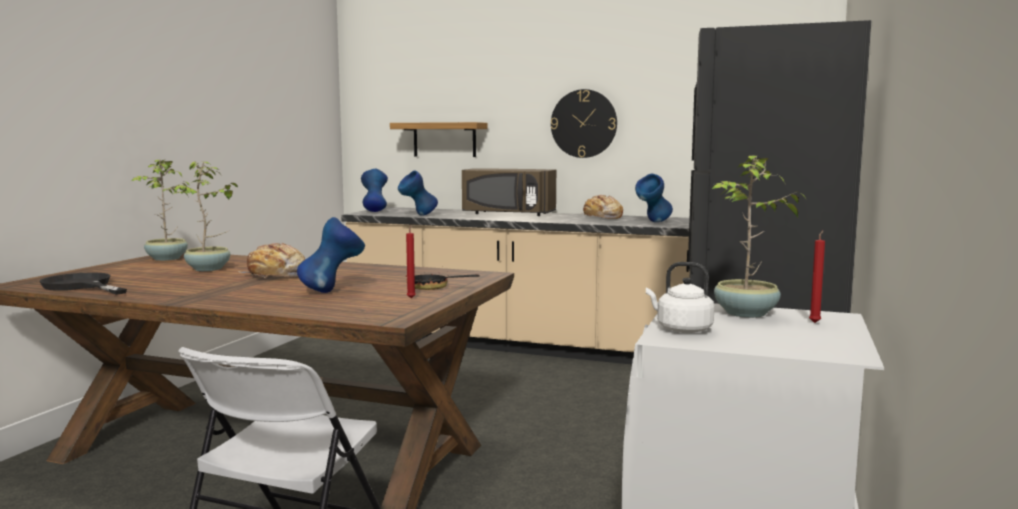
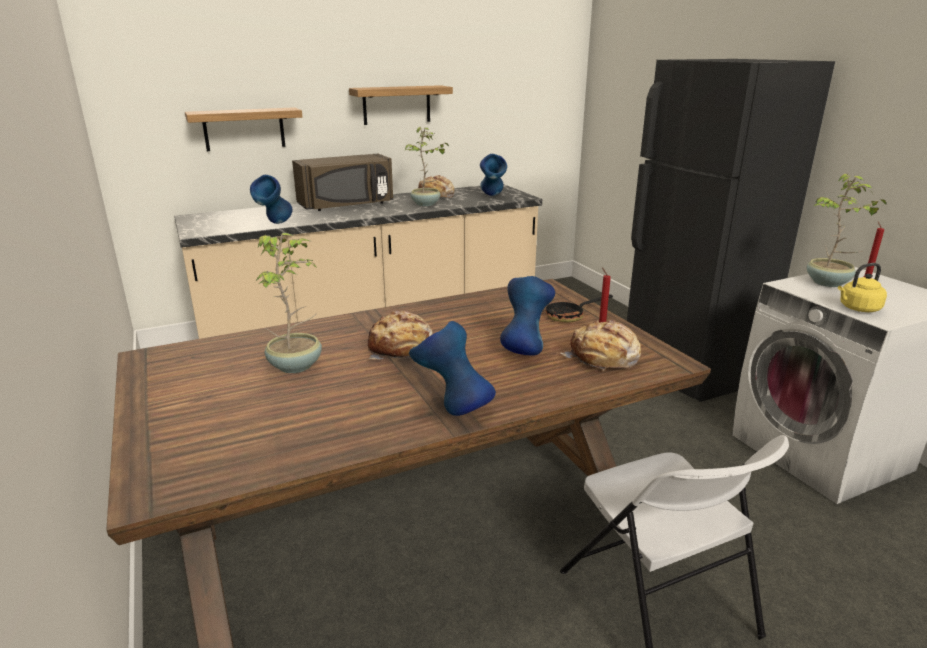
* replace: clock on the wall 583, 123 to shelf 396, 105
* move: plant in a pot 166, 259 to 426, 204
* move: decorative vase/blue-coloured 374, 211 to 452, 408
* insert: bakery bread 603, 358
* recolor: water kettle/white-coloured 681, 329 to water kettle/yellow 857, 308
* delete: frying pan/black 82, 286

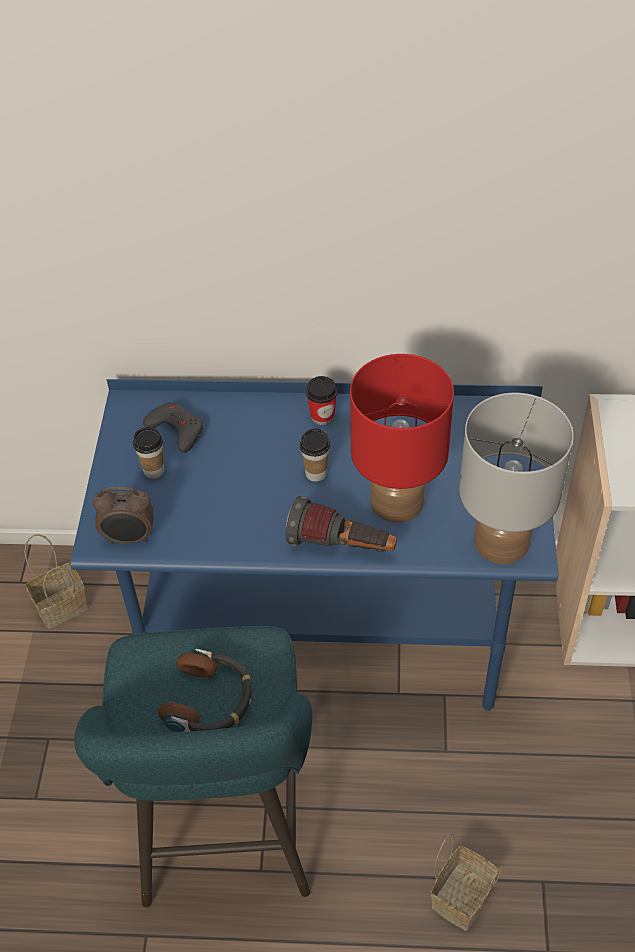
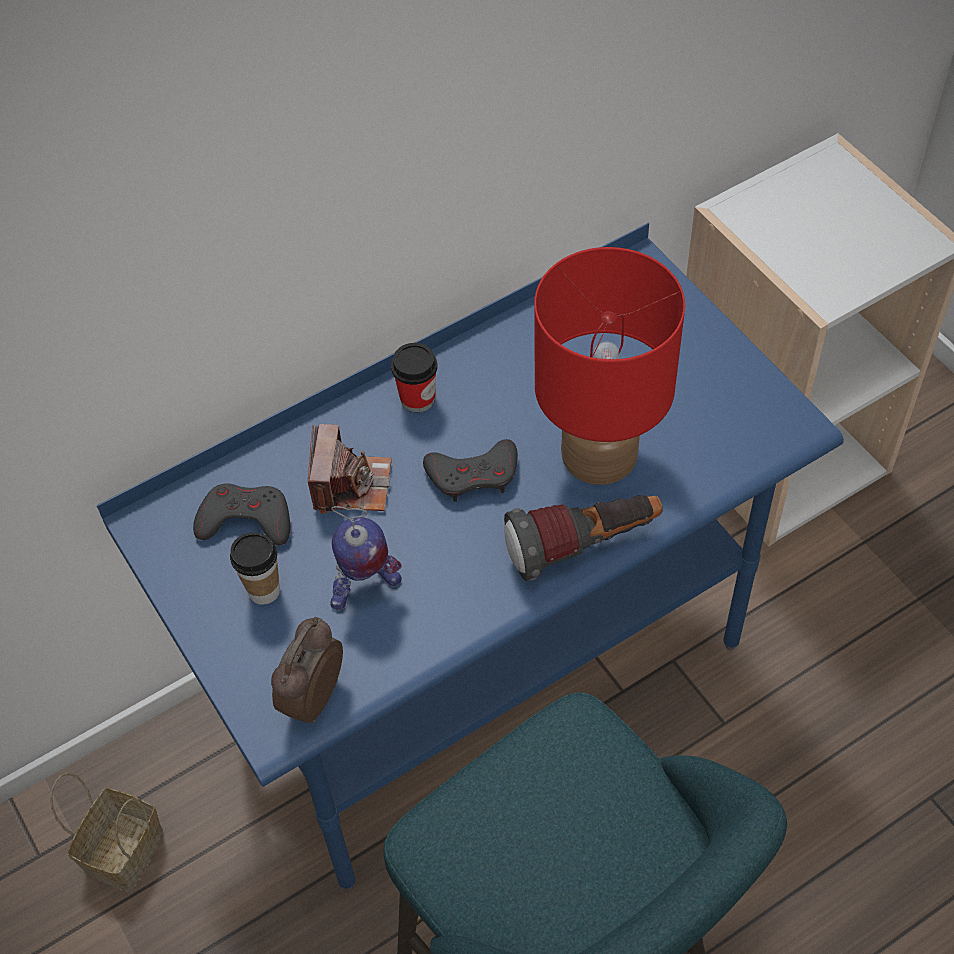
* rotate: alarm clock 129, 538 = 312, 697 150 degrees clockwise
* insert: still camera 351, 484
* insert: robot figure 364, 589
* replace: cup 316, 473 to gamepad/gray 473, 475
* delete: headset 210, 700
* delete: storage basket 462, 899
* delete: table lamp/gray 502, 542

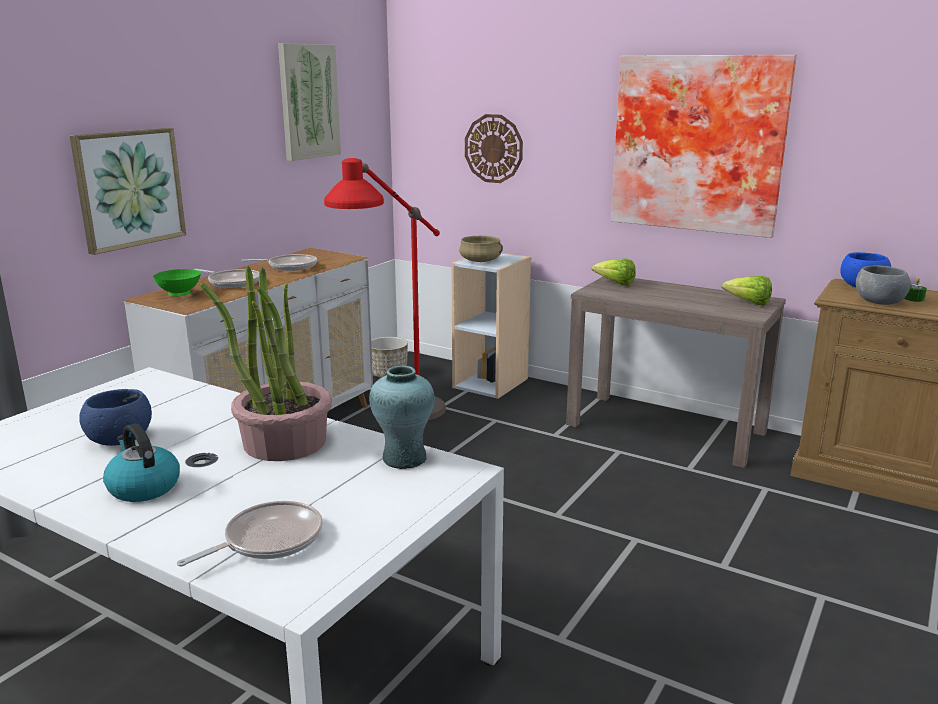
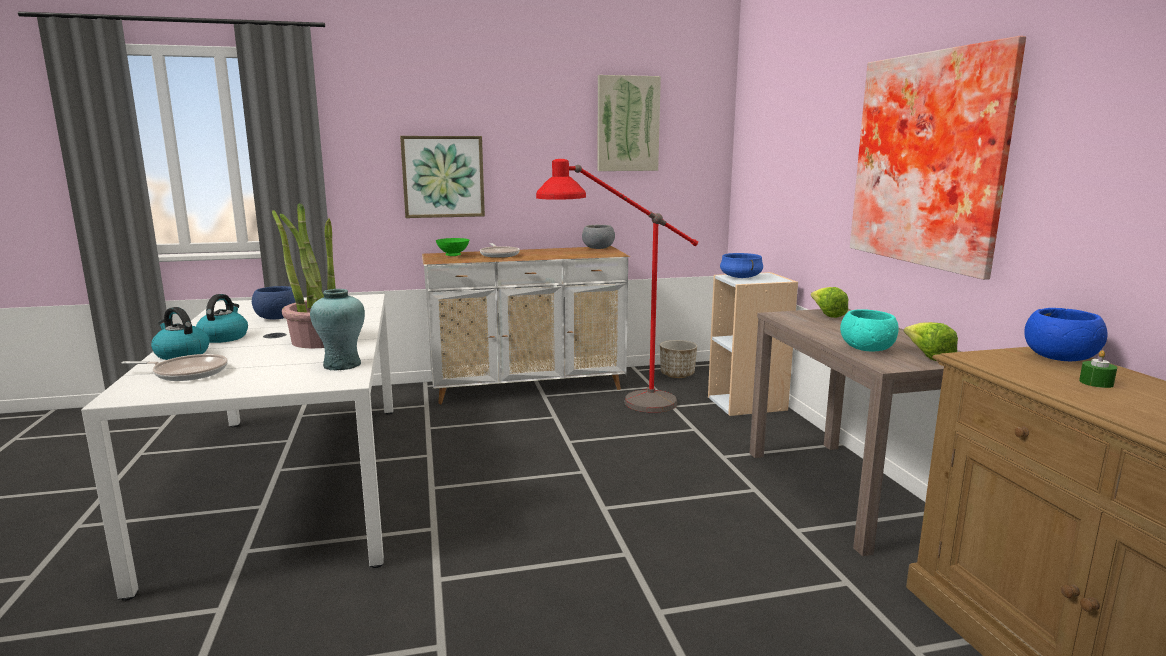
* insert: water kettle 181, 354
* move: deep dish/gray 879, 302 to 598, 248
* recolor: stockpot/beige-coloured 480, 261 to stockpot/blue-coloured 741, 277
* insert: deep dish/turquoise 866, 349
* delete: frying pan 289, 266
* delete: clock on the wall 493, 148

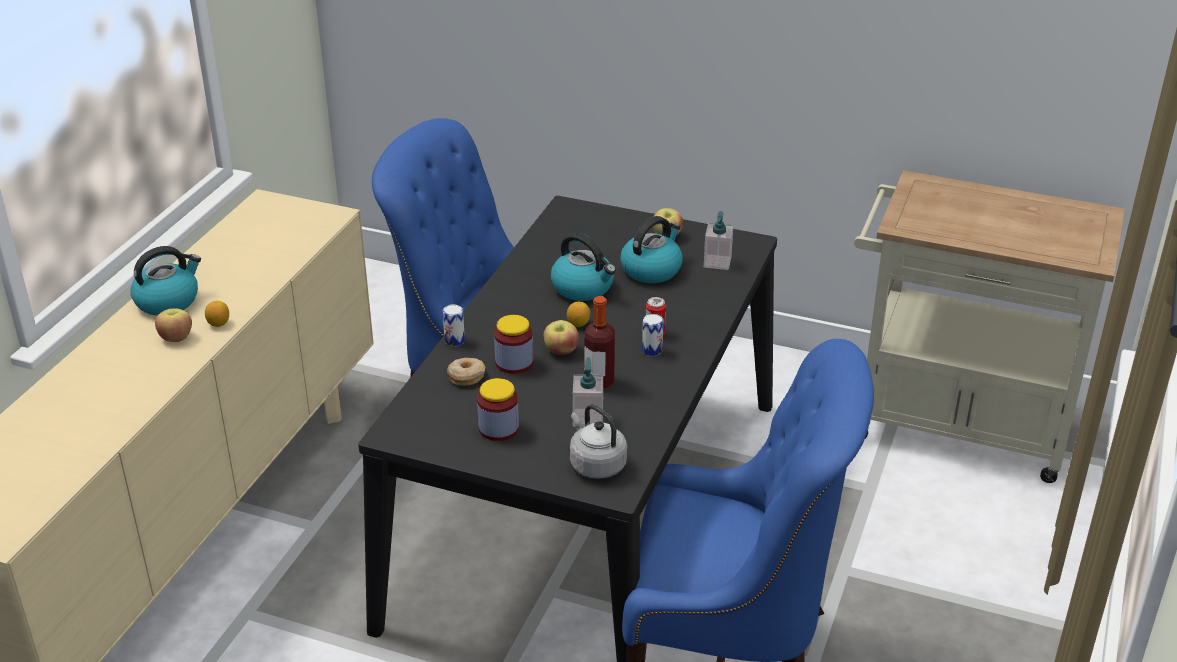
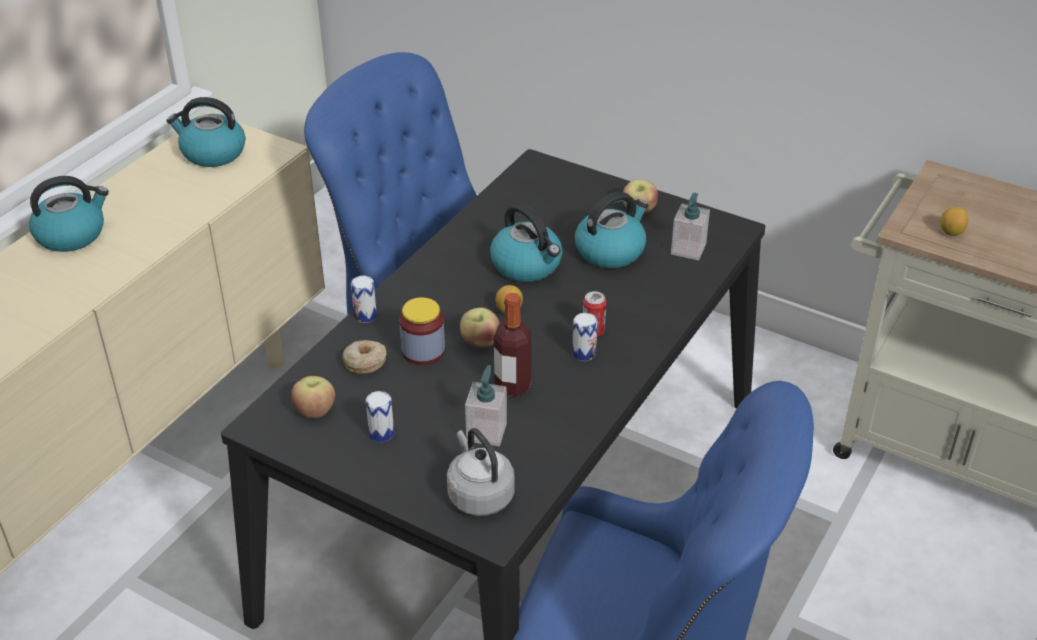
* insert: water kettle 212, 153
* move: whole apple 176, 337 to 315, 410
* replace: storage jar 498, 428 to can 381, 433
* move: whole lemon 218, 323 to 951, 232

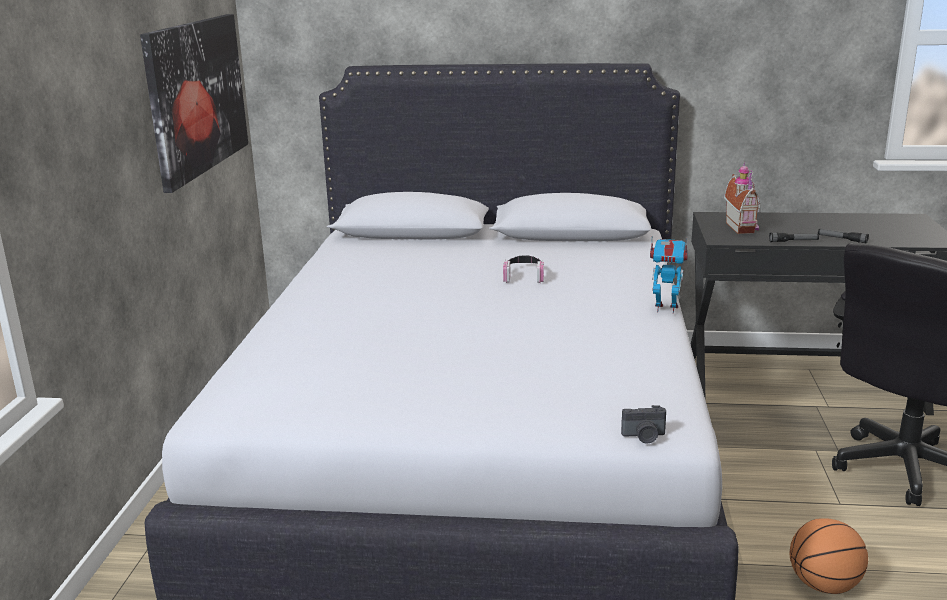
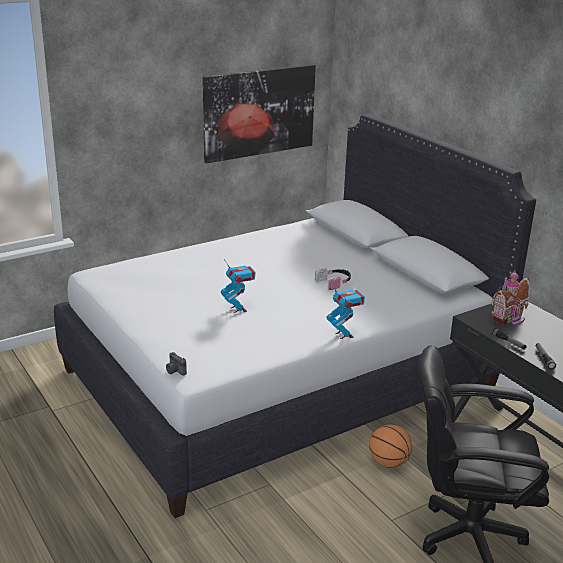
* insert: robot figure 238, 309
* move: basketball ball 824, 585 to 388, 463

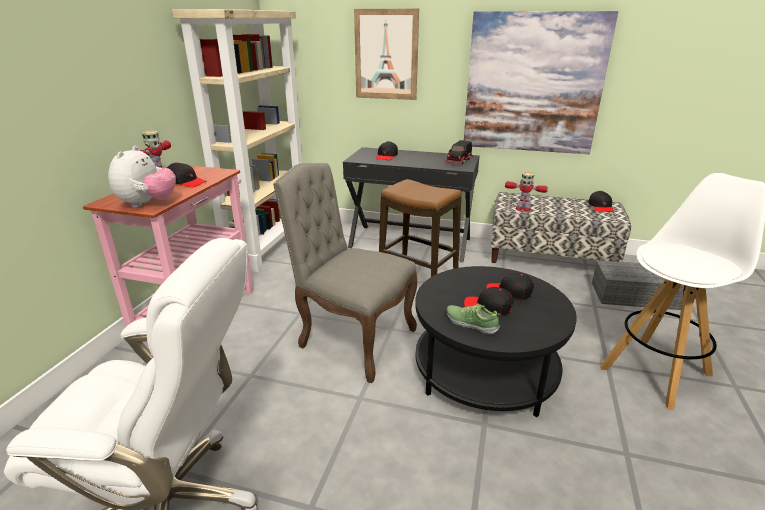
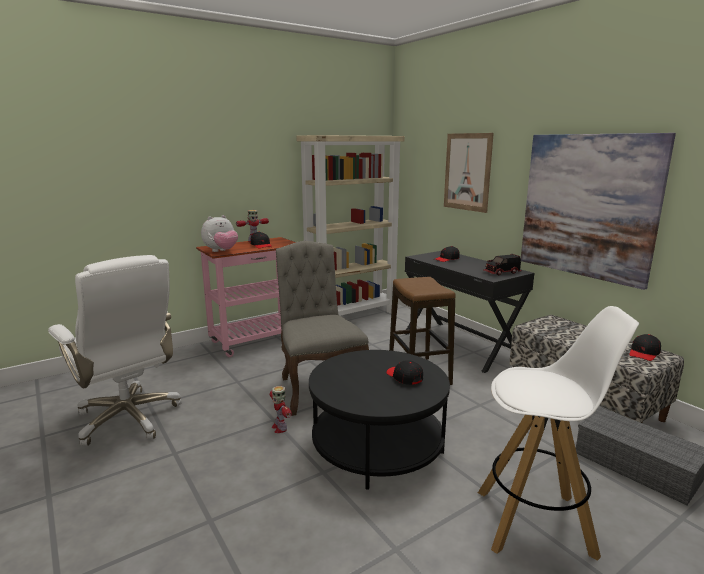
* move: robot figure 522, 209 to 279, 428
* delete: low shoe 471, 323
* delete: cap/black 488, 306

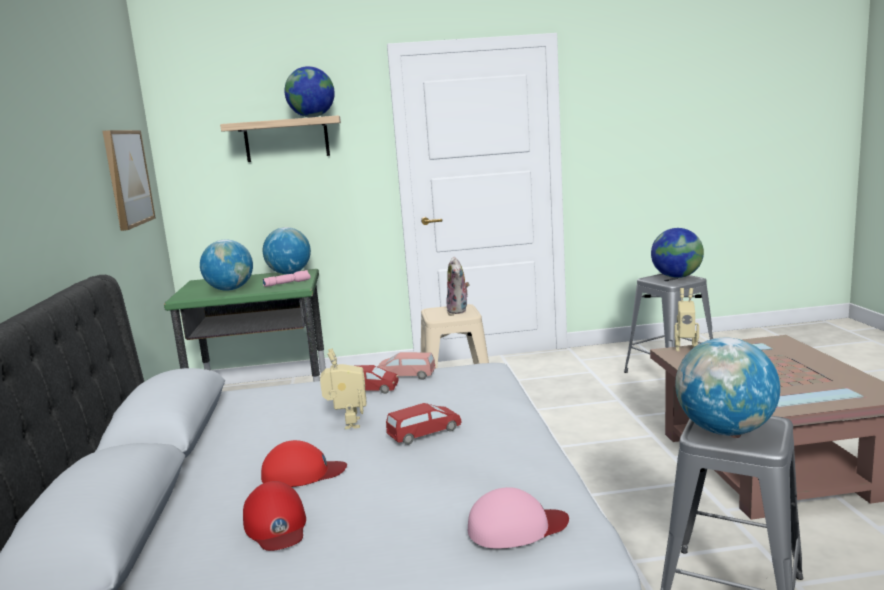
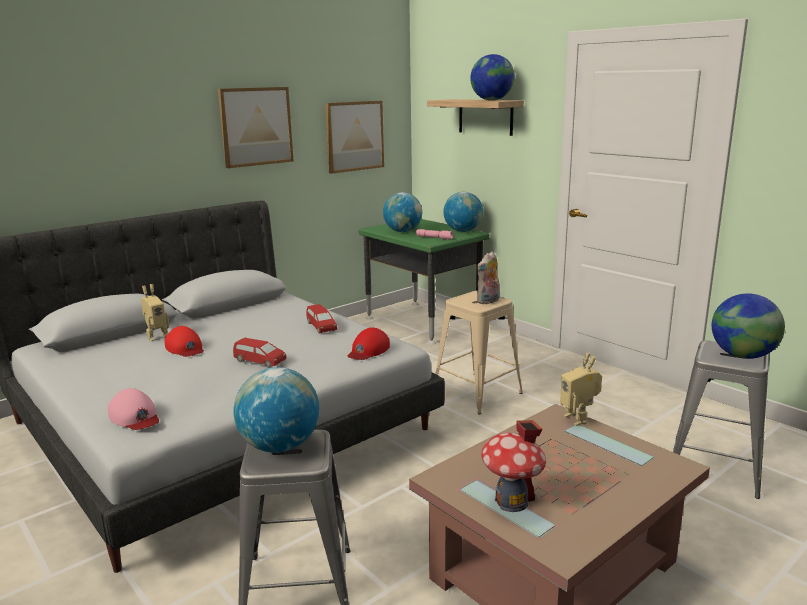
* move: robot figure 347, 424 to 156, 336
* insert: picture 256, 126
* move: cap/red-coloured 276, 525 to 368, 350
* insert: toy house 511, 501
* delete: miniature car/pinkish 406, 375

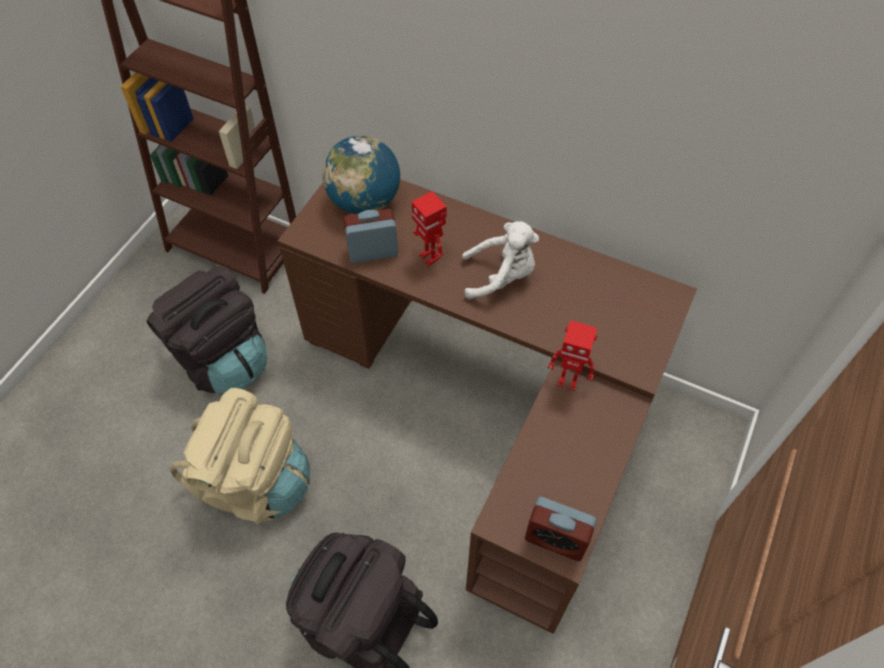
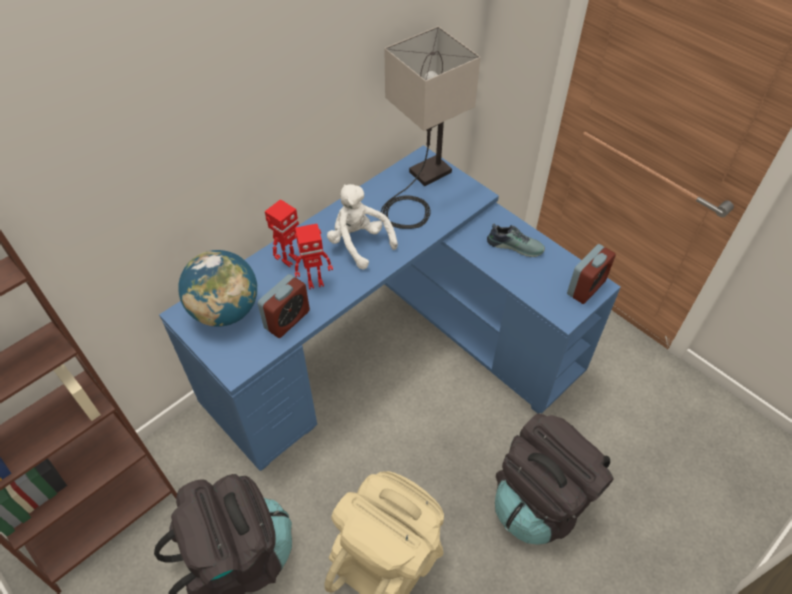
* recolor: desk unit/brownish 492, 407 to desk unit/blue-coloured 392, 348
* rotate: alarm clock 373, 252 = 287, 320 150 degrees counterclockwise
* move: robot figure 568, 381 to 289, 259
* rotate: soft toy/white-coloured 501, 276 = 359, 243 60 degrees counterclockwise
* insert: table lamp 418, 188
* insert: low shoe 515, 245

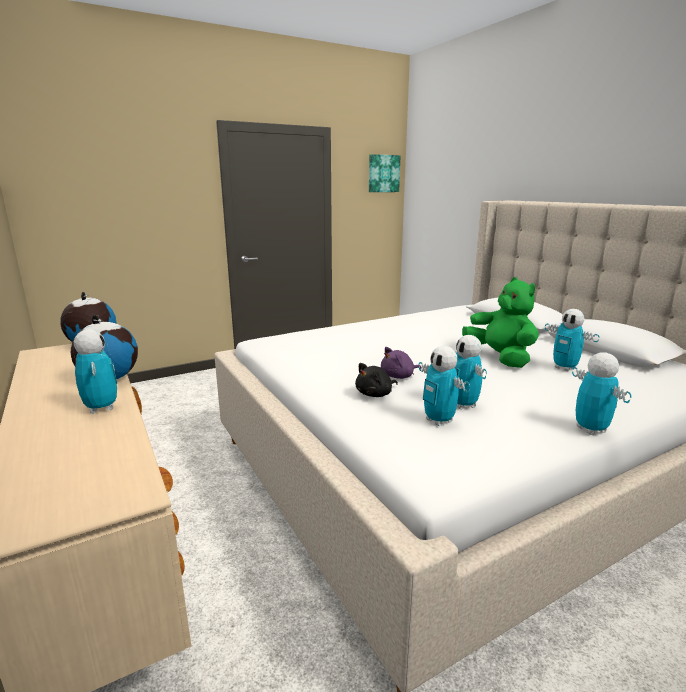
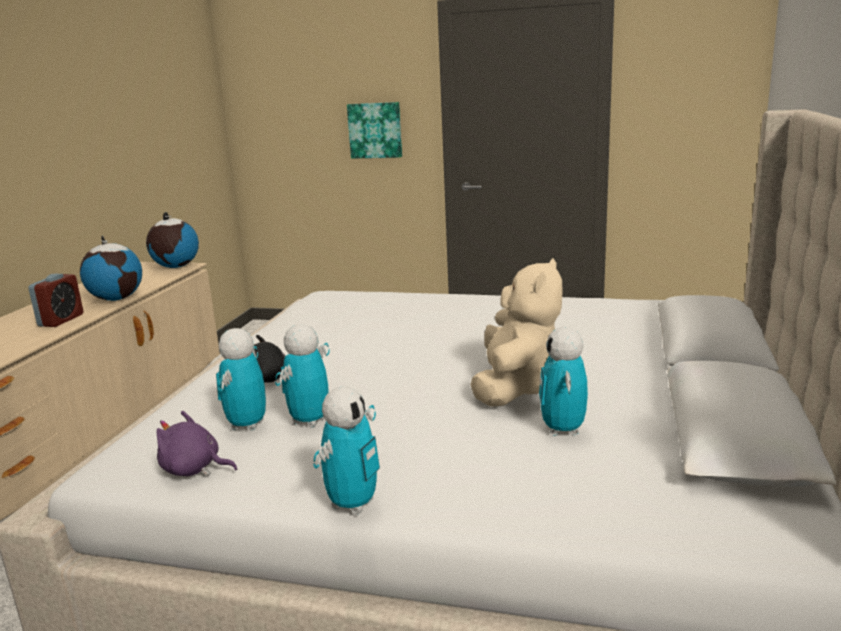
* replace: robot figure 101, 408 to alarm clock 61, 320
* move: soft toy/purple 399, 376 to 194, 469
* move: picture 383, 173 to 375, 130
* recolor: soft toy/green-coloured 500, 358 to soft toy/beige-coloured 514, 387

